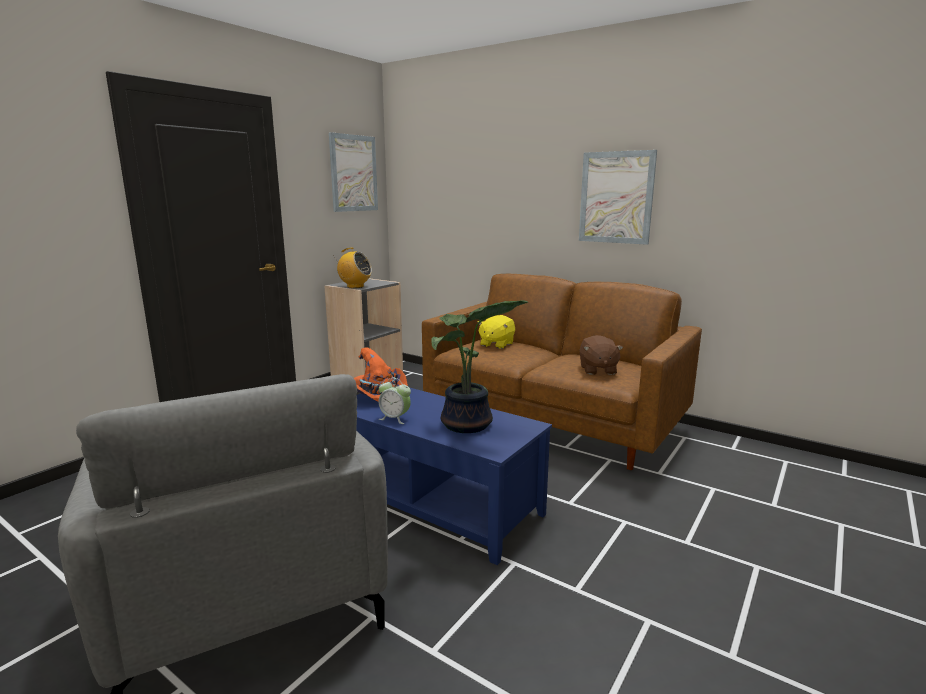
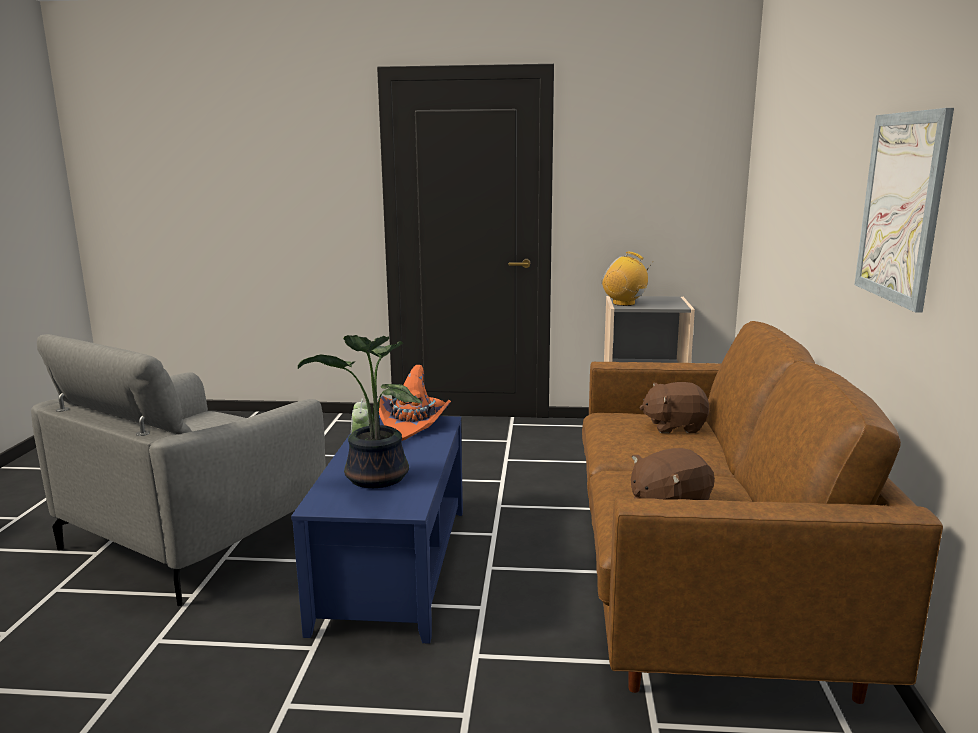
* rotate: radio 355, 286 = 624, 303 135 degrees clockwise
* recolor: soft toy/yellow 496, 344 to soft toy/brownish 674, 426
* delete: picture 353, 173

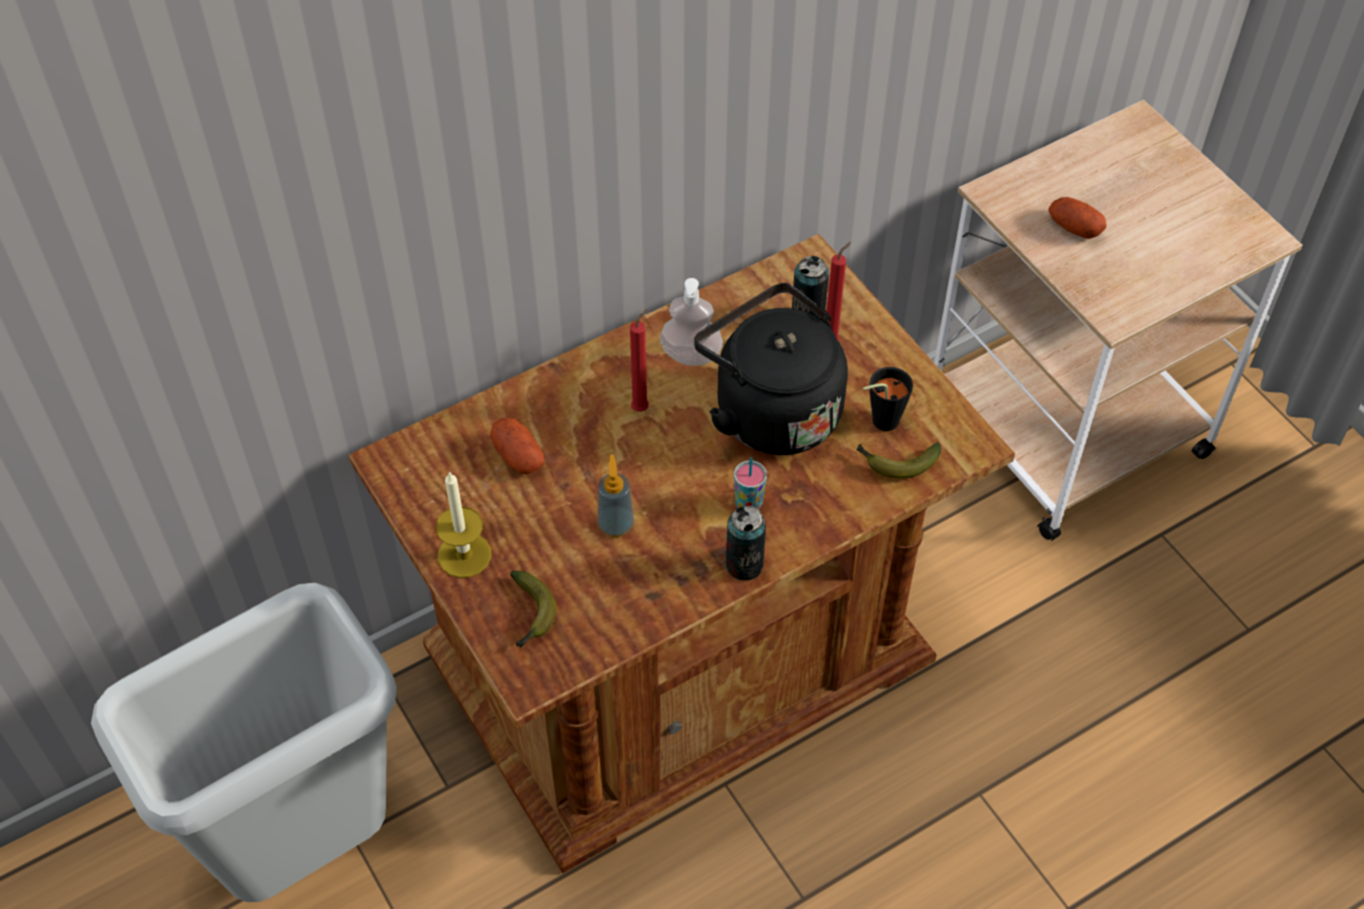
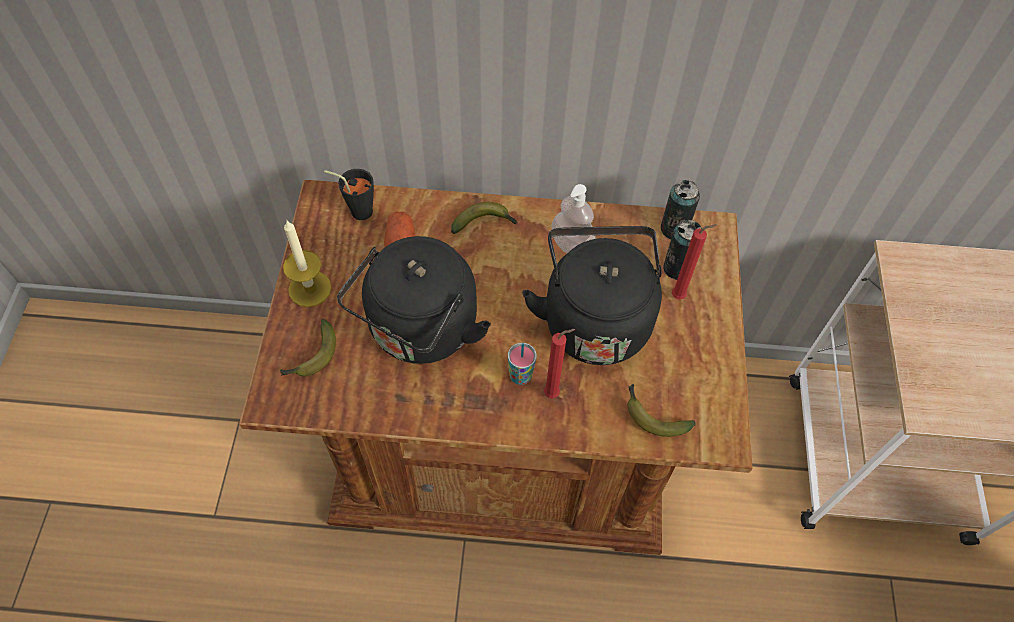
* move: cup/black 879, 422 to 357, 210
* replace: liquid soap bottle 615, 524 to water kettle/black 420, 331
* insert: banana fruit 485, 223
* move: wax light/red-coloured 642, 407 to 554, 393
* move: can 744, 565 to 674, 229
* delete: rubbish bin/gray 306, 847
* delete: spud 1074, 227

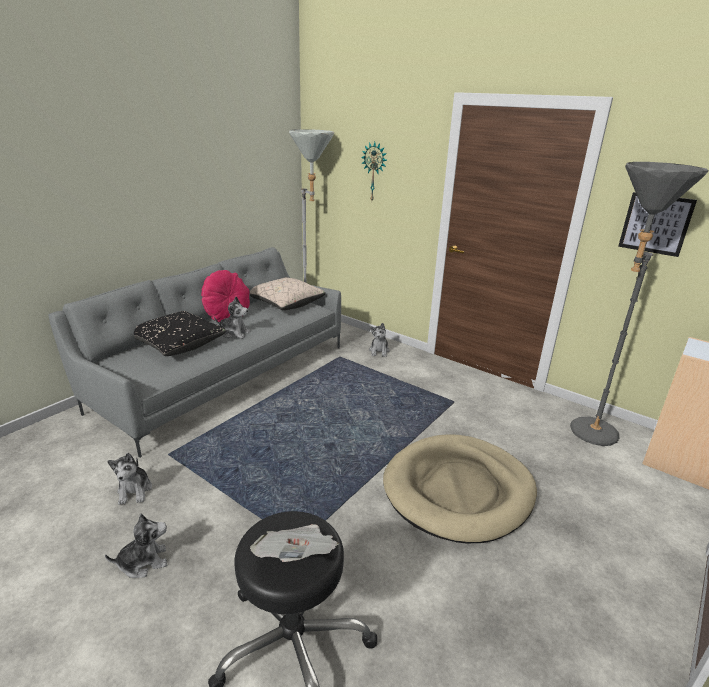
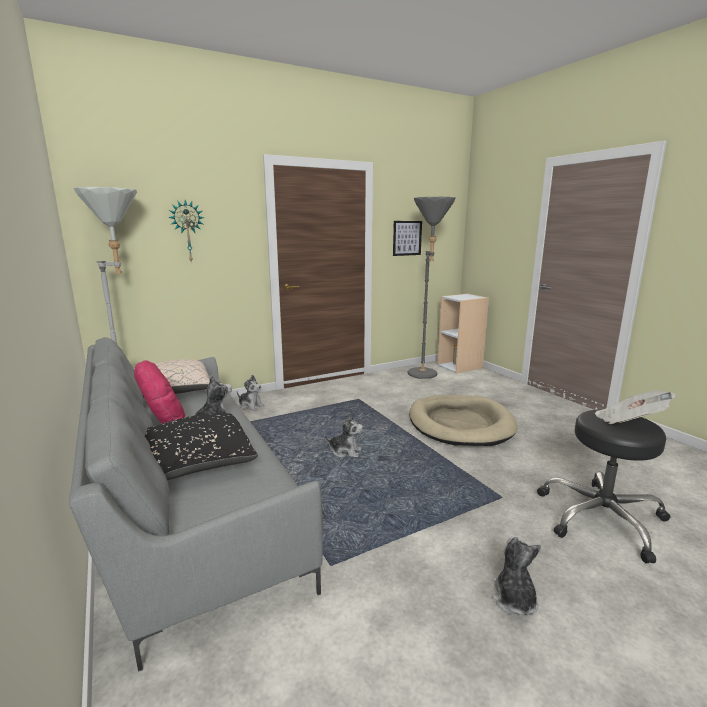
* move: soft toy 135, 490 to 345, 451

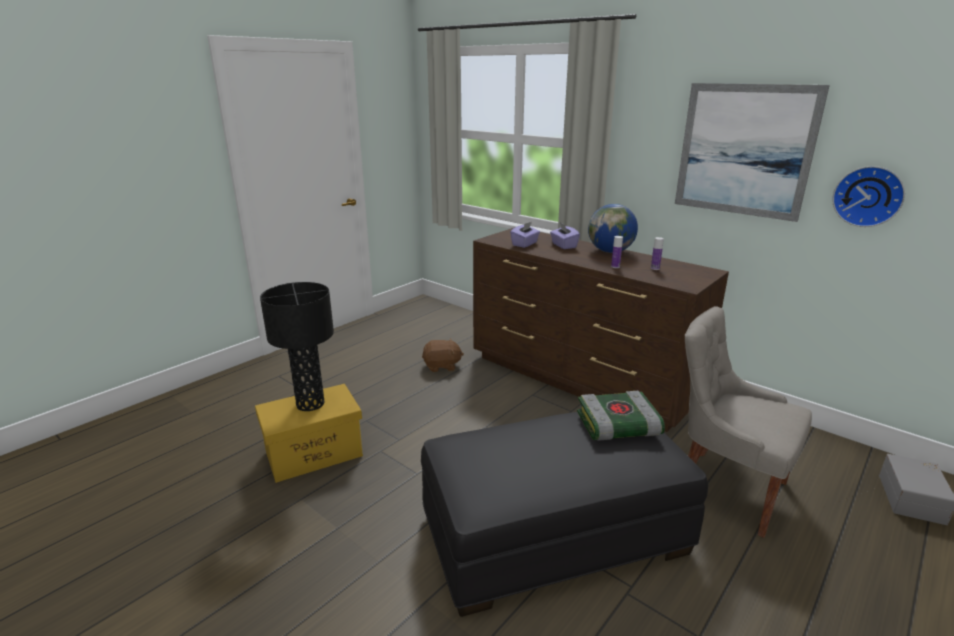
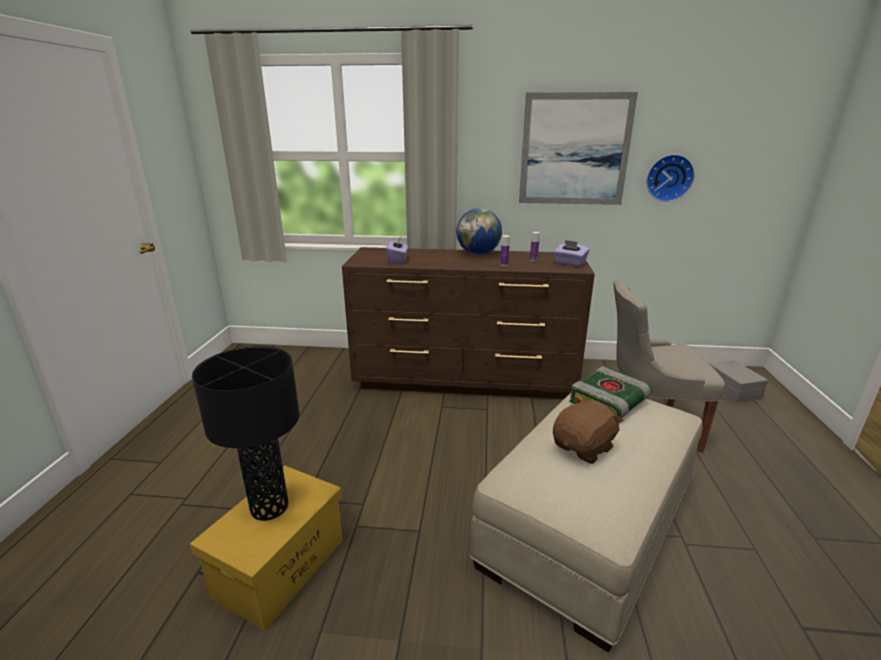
* recolor: pouffe/black 553, 533 to pouffe/beige-coloured 588, 524
* move: soft toy/brownish 442, 366 to 583, 448
* move: box of tissues/purple 563, 245 to 569, 263

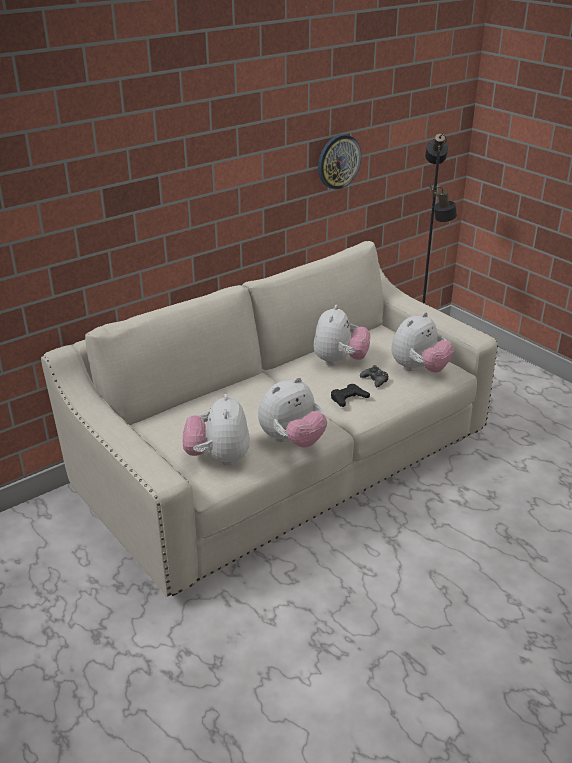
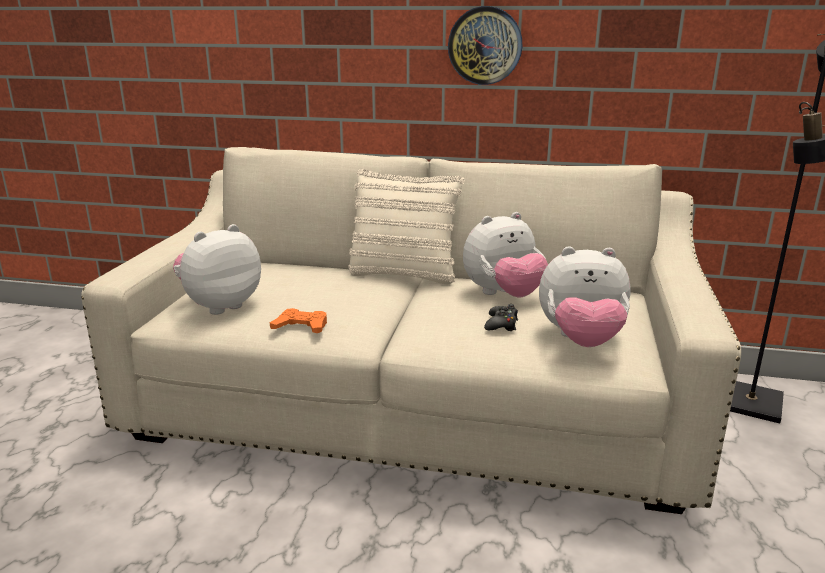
* replace: soft toy 292, 440 to gamepad/orangey 301, 326
* insert: pillow/beige-coloured 405, 275
* move: clock on the wall 338, 161 to 485, 46
* delete: gamepad/black 348, 398

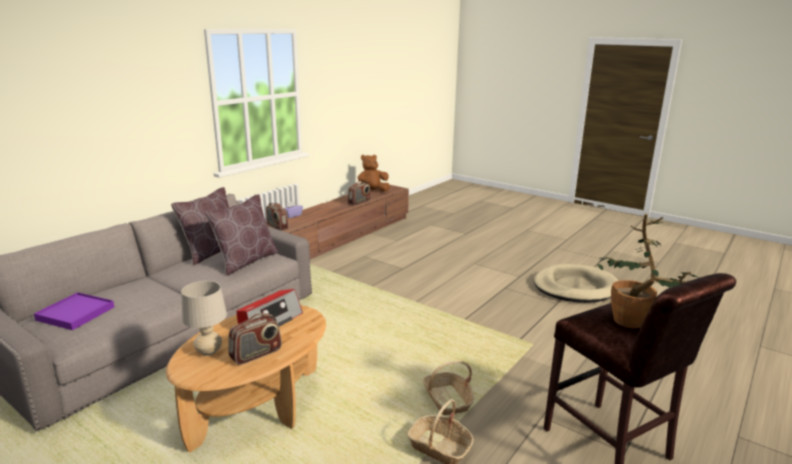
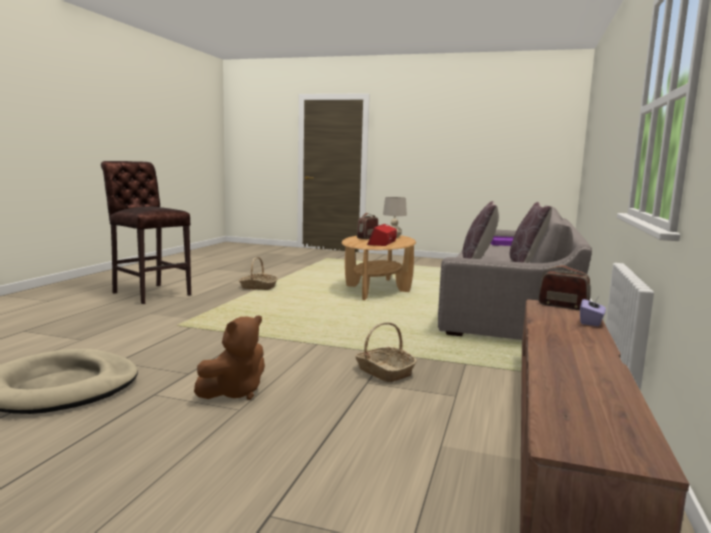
* move: soft toy/brownish 372, 192 to 234, 392
* move: storage basket 447, 400 to 384, 372
* delete: radio 359, 202
* delete: plant in a pot 636, 324

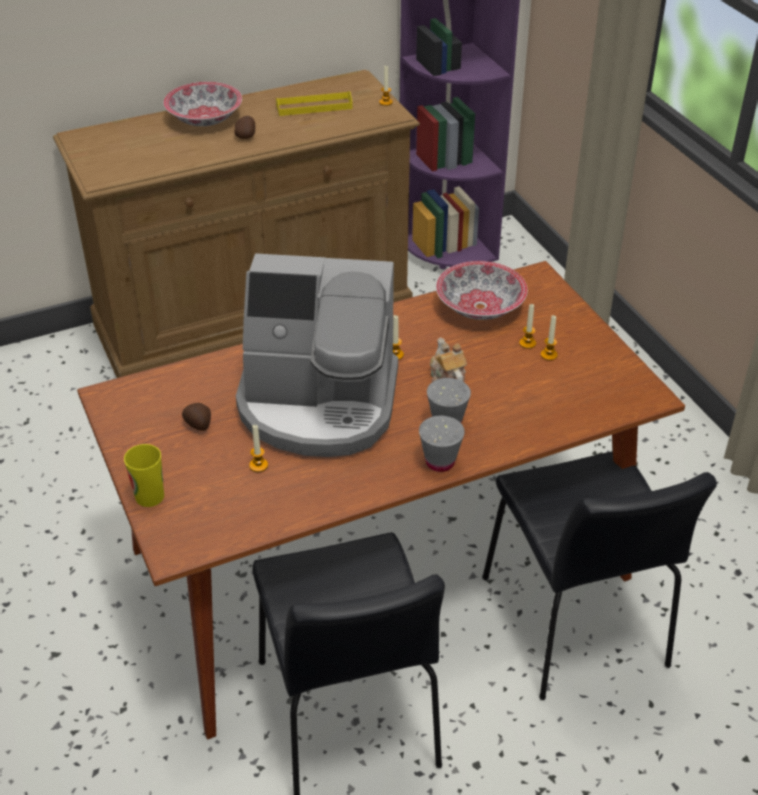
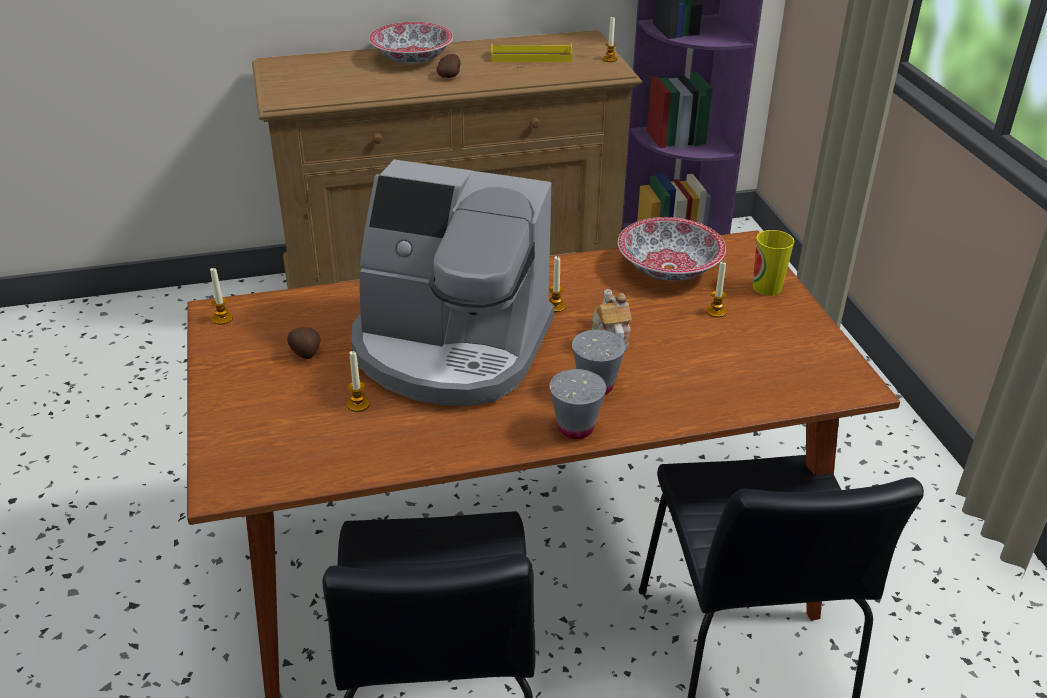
* move: wax light 549, 355 to 222, 318
* move: cup 149, 496 to 767, 287

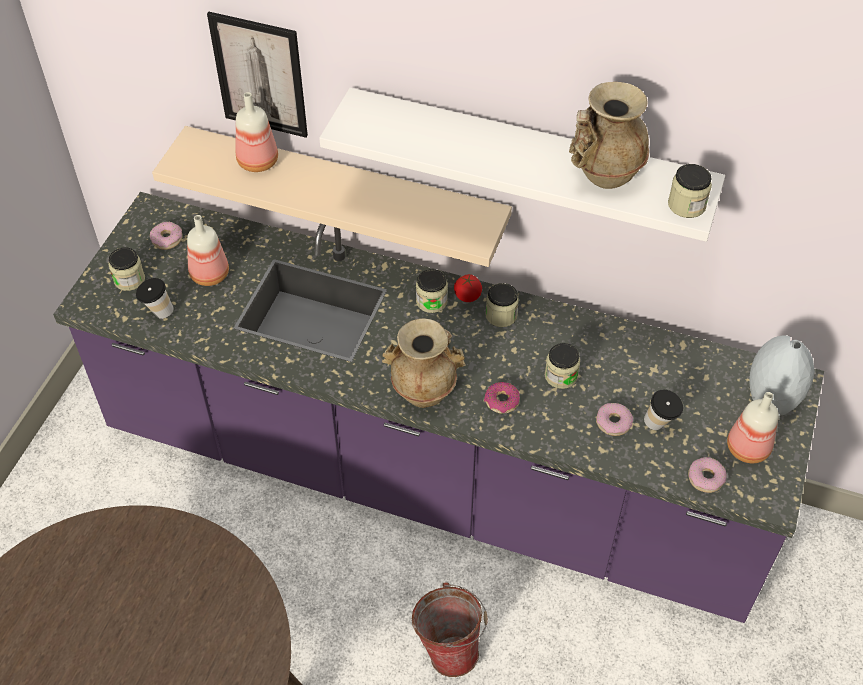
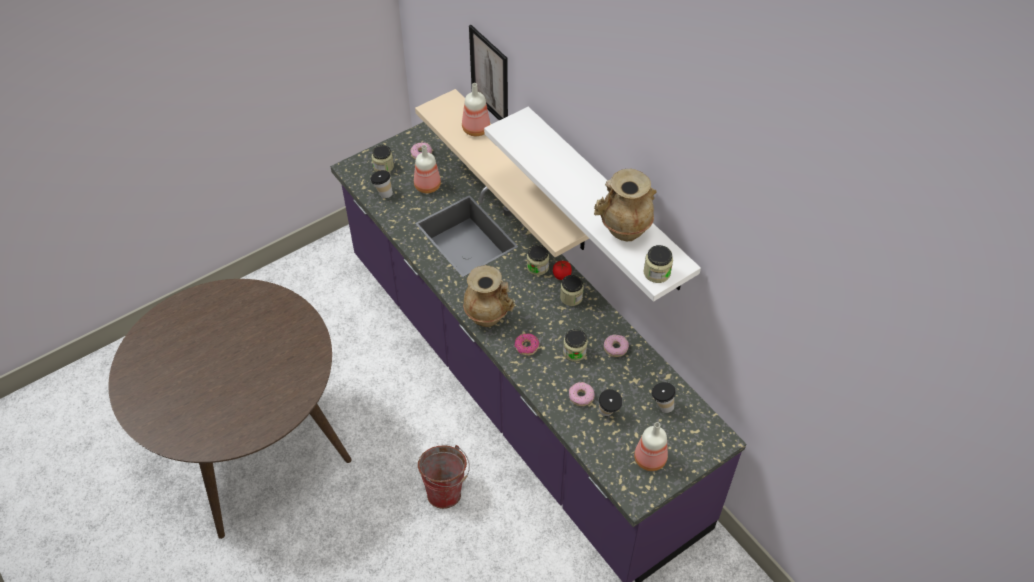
* move: ring doughnut 705, 478 to 615, 348
* insert: cup 661, 406
* delete: decorative vase/gray 772, 400

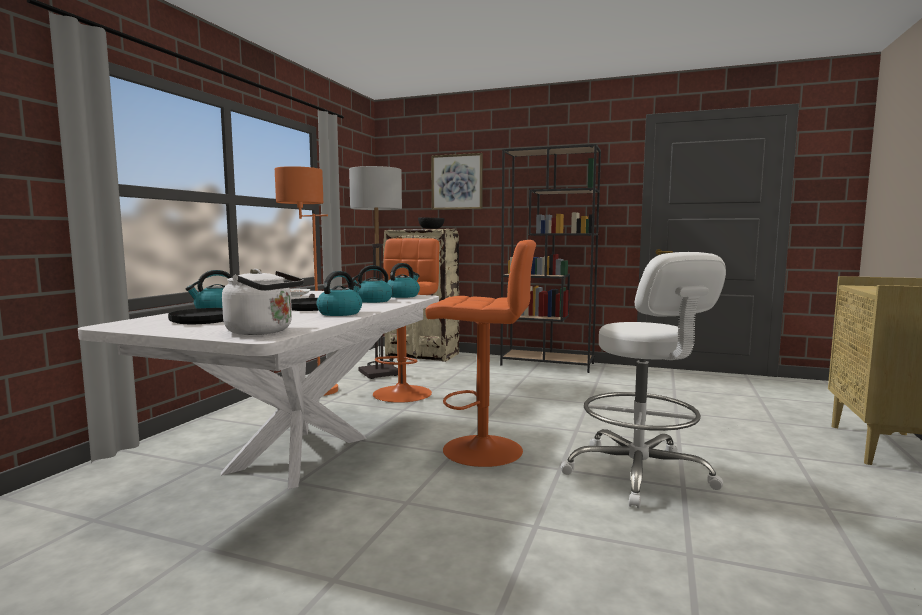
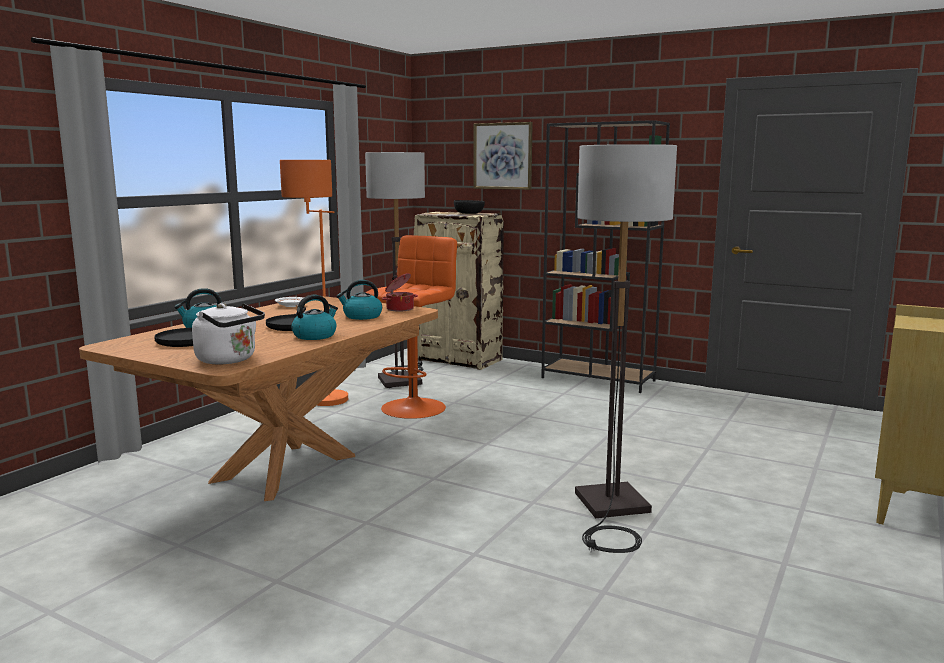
* recolor: kitchen table/white-coloured 301, 454 to kitchen table/brownish 286, 468
* replace: water kettle 402, 296 to stockpot 399, 309
* replace: stool/white-coloured 639, 474 to standard lamp 611, 514
* delete: stool/orangey 483, 451

